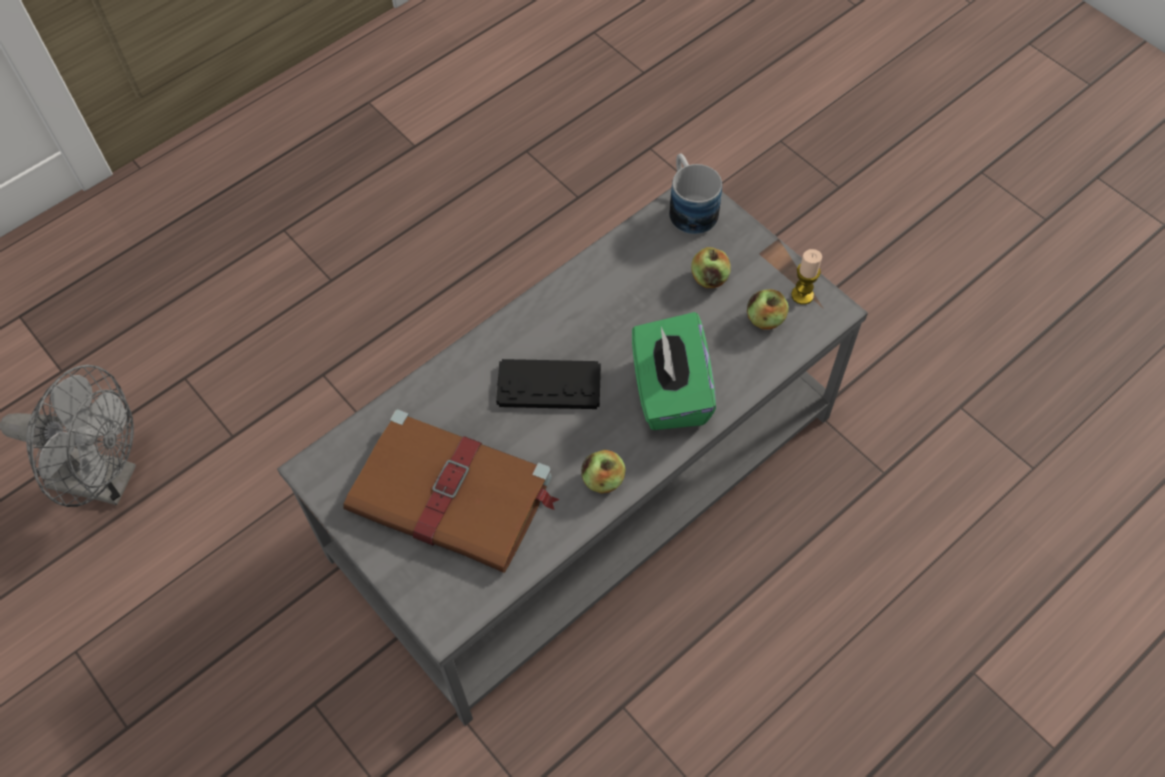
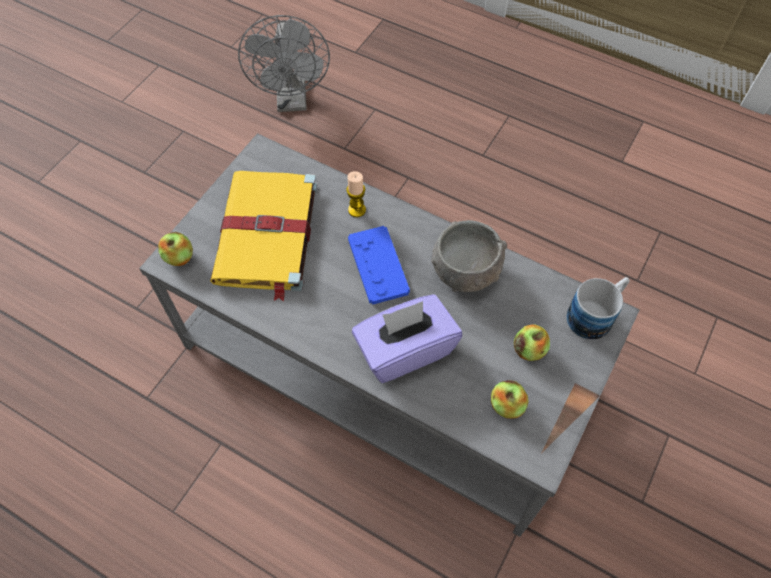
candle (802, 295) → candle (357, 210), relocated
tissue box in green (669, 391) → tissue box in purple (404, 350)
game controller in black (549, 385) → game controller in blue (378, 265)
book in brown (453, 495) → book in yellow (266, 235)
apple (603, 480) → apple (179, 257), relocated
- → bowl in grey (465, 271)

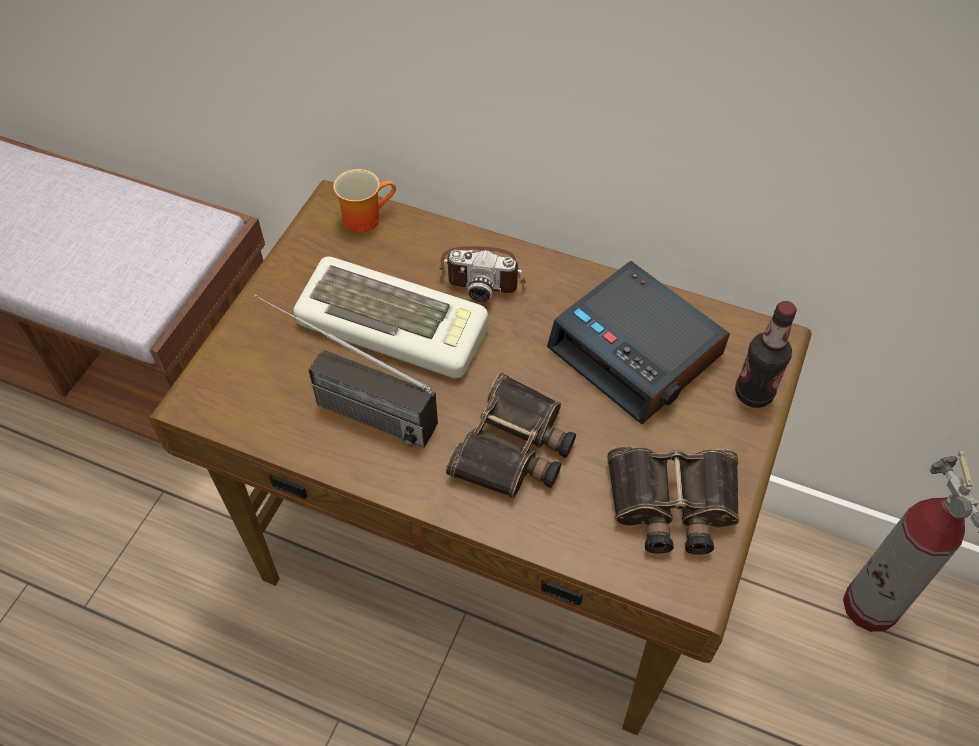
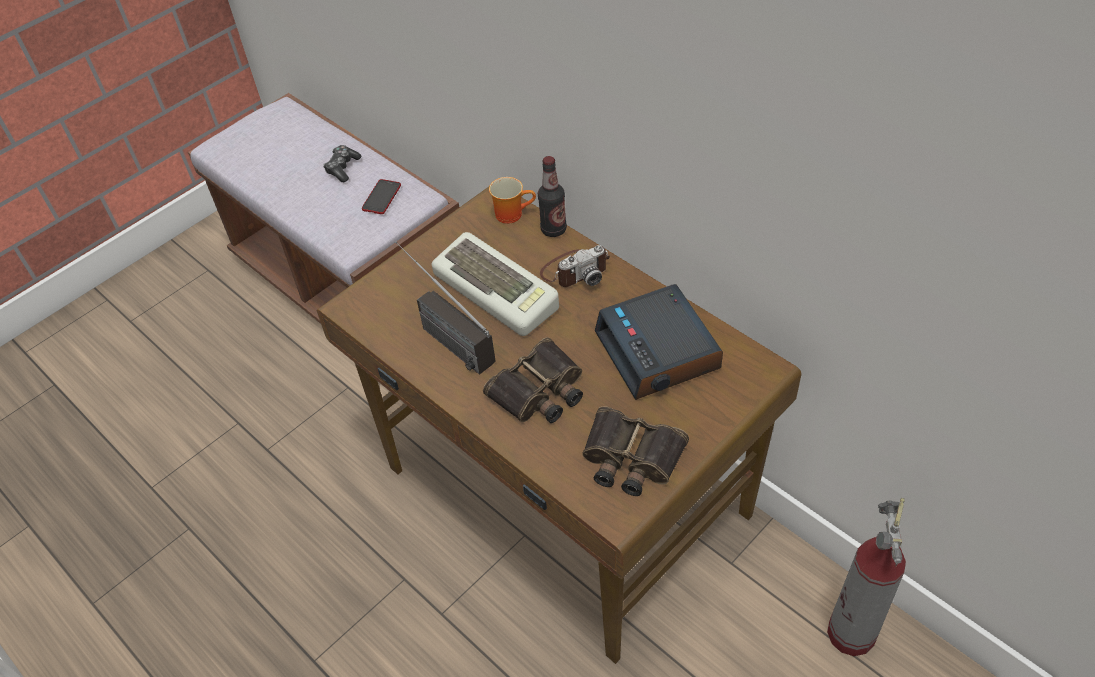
photo camera (483, 273) → photo camera (575, 270), 60 degrees counterclockwise
bottle (753, 393) → bottle (553, 229), relocated
- → game controller (343, 168)
- → phone (381, 197)

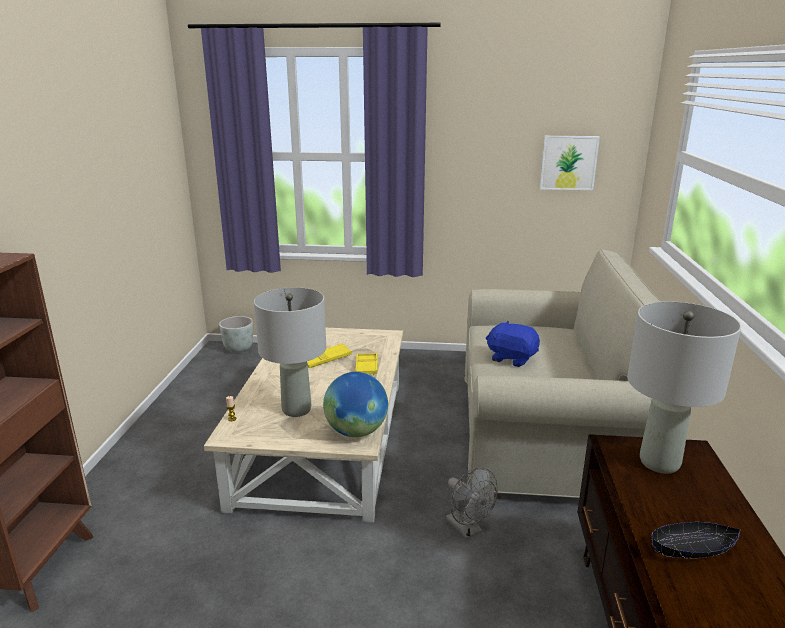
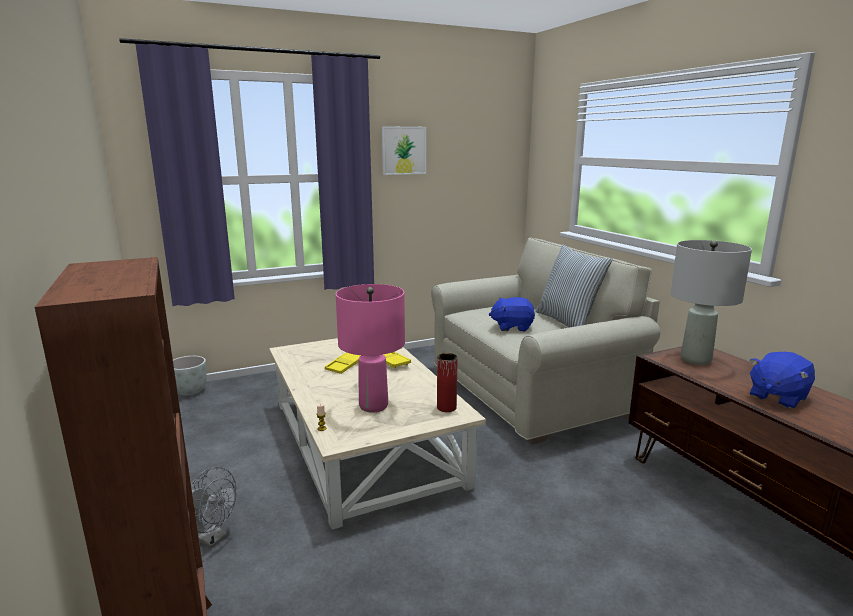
picture (568, 163) → picture (404, 150), relocated
table lamp in grey (297, 409) → table lamp in pink (373, 405)
globe (356, 432) → vase in red (446, 407)
fan in grey (468, 529) → fan in grey (212, 537), relocated
bowl in black (693, 549) → plush toy in blue (777, 397)
- → pillow (568, 322)

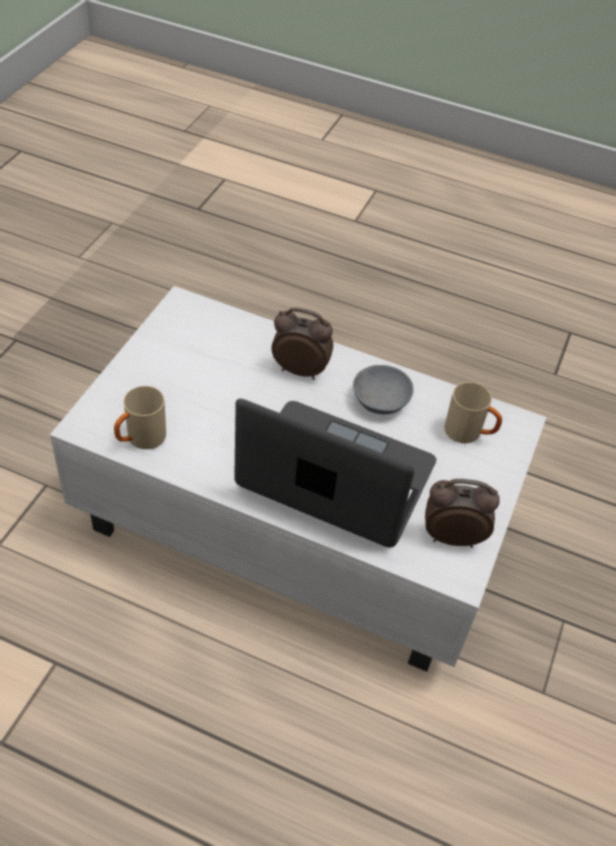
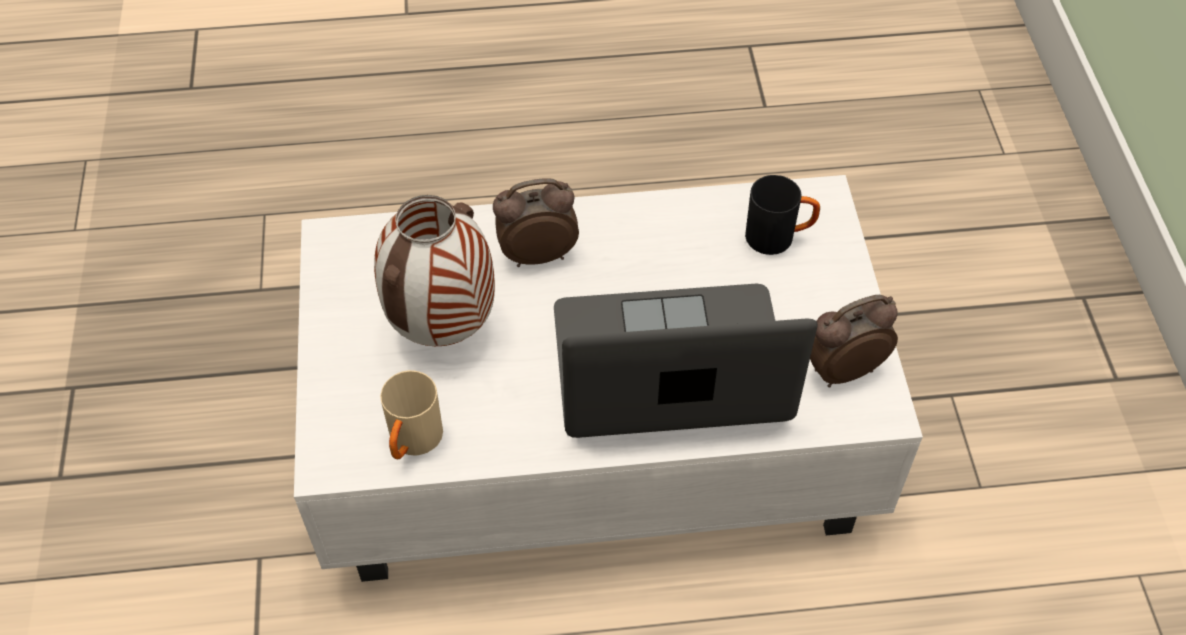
bowl in grey (382, 401) → -
mug in beige (469, 433) → mug in black (779, 237)
- → vase (443, 331)

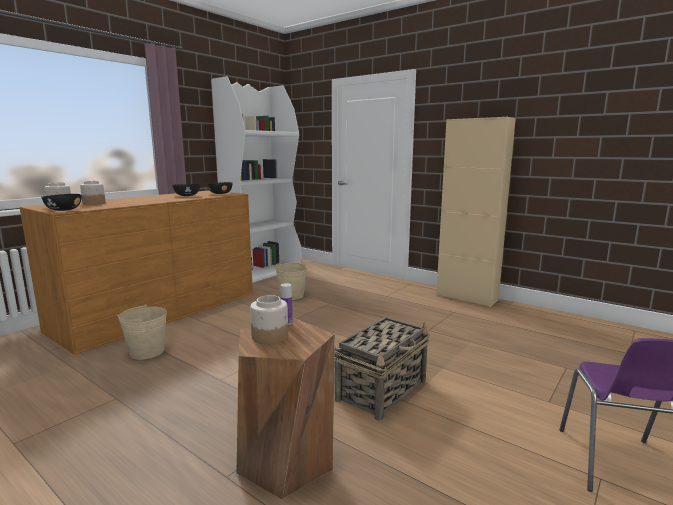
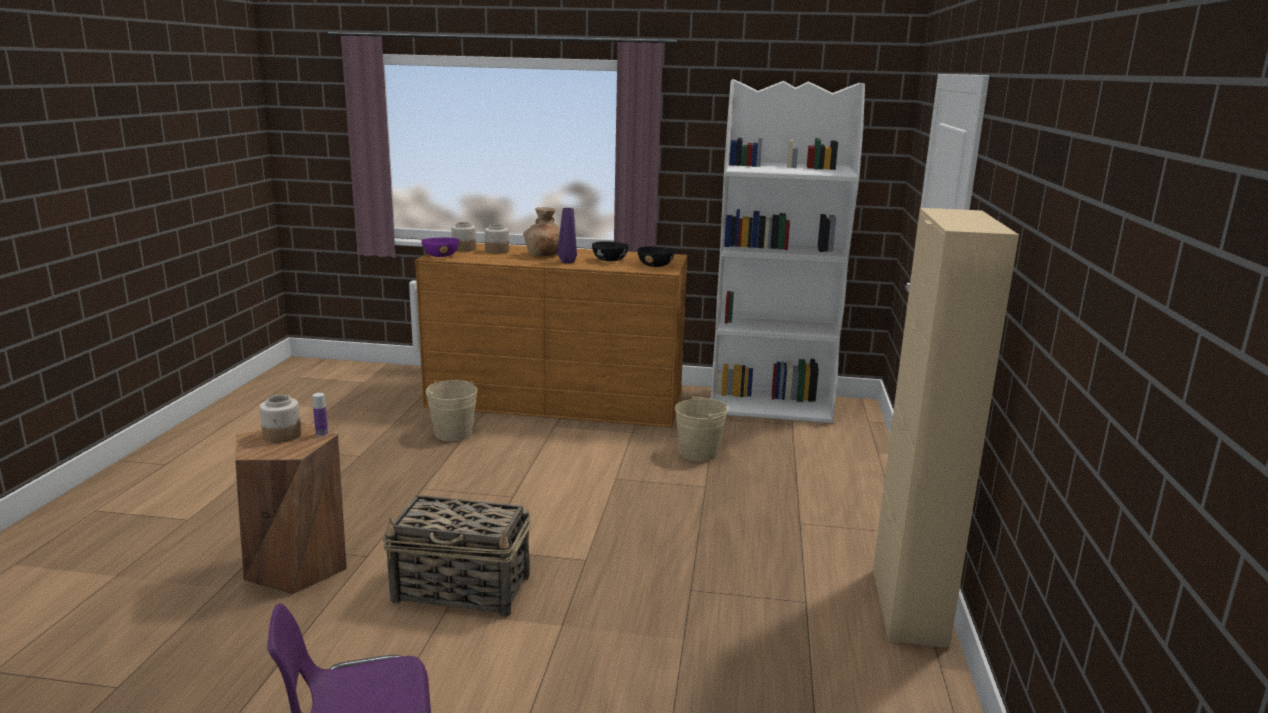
bowl in black (64, 210) → bowl in purple (441, 256)
- → vase in brown (544, 255)
- → vase in purple (567, 262)

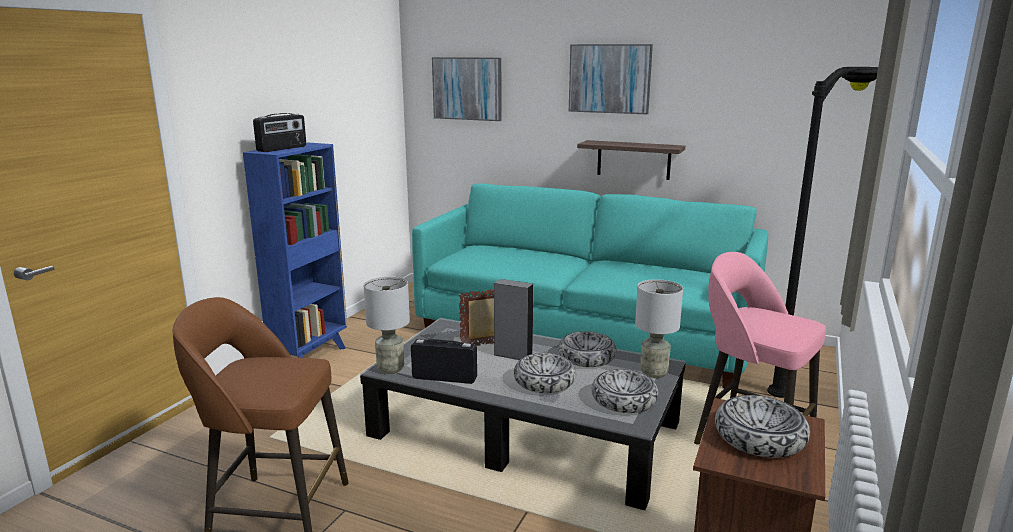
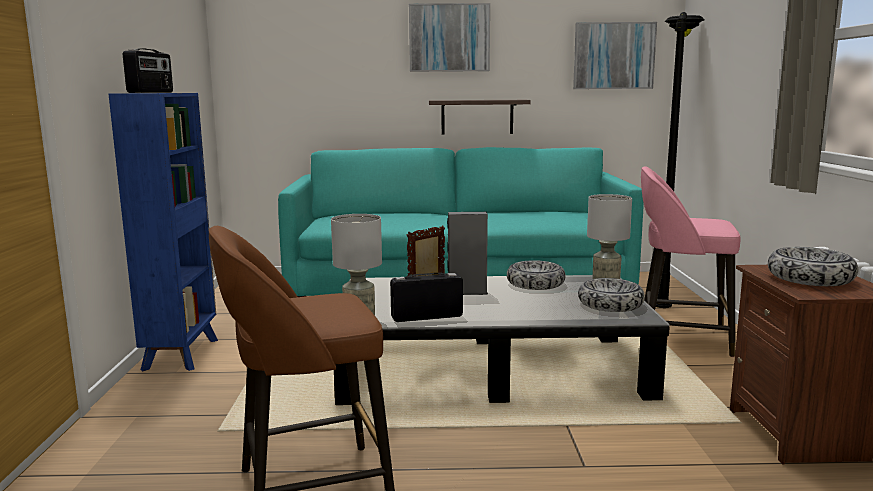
picture (467, 88) → picture (613, 56), relocated
bowl (544, 381) → -

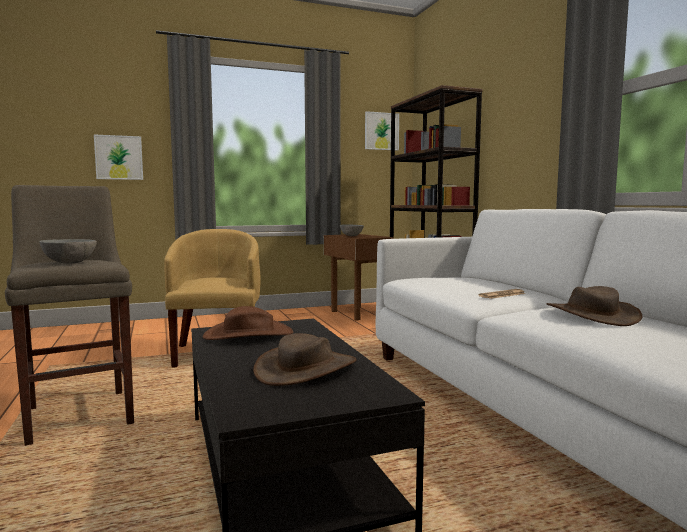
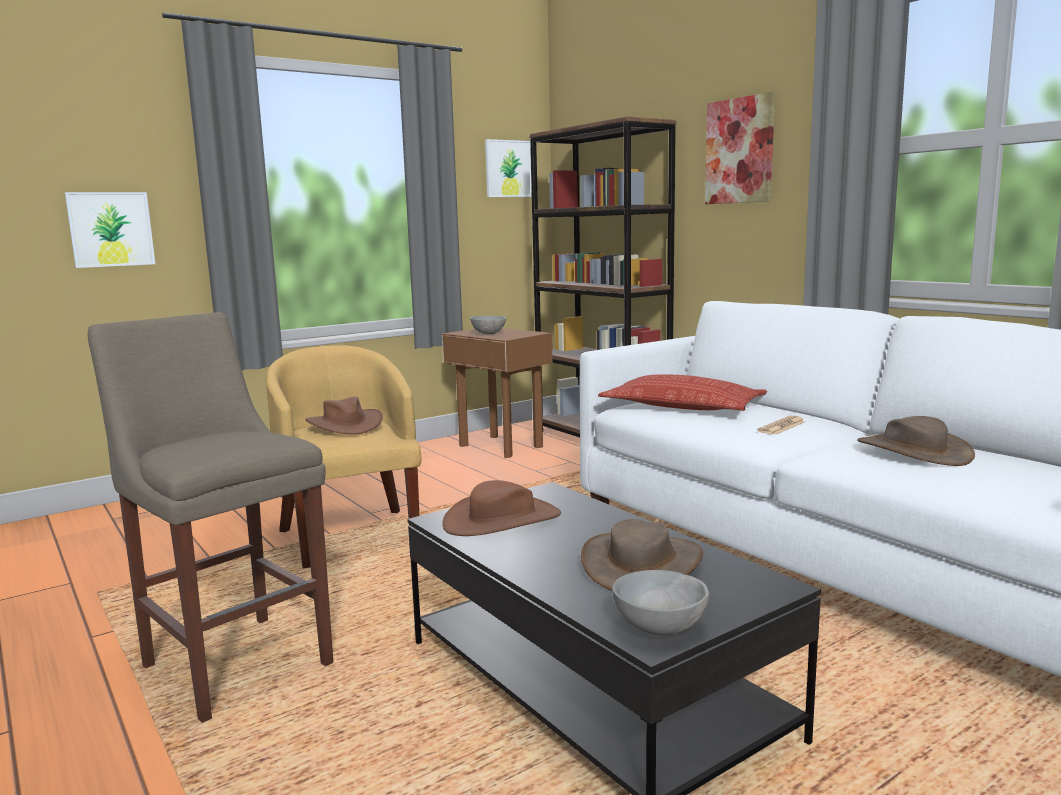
bowl in grey (70, 263) → bowl in grey (658, 627), relocated
- → picture (740, 151)
- → pillow (682, 406)
- → hat in brown (344, 425)

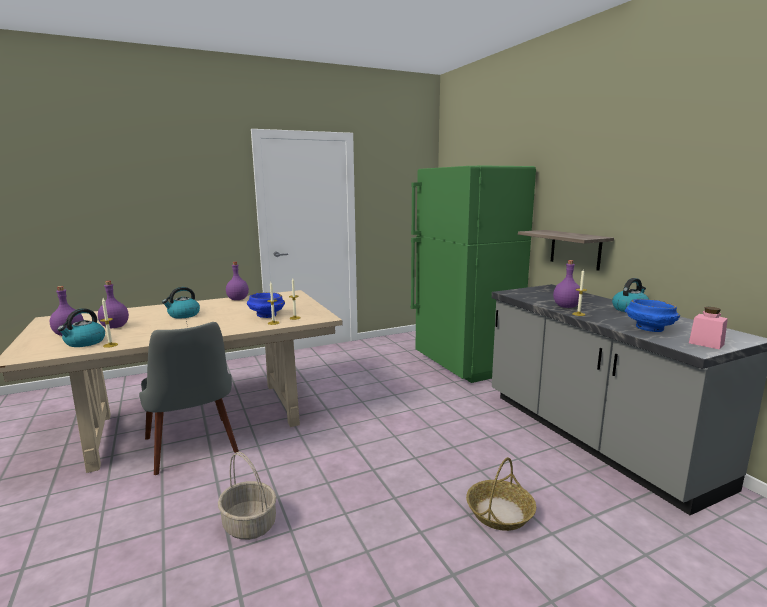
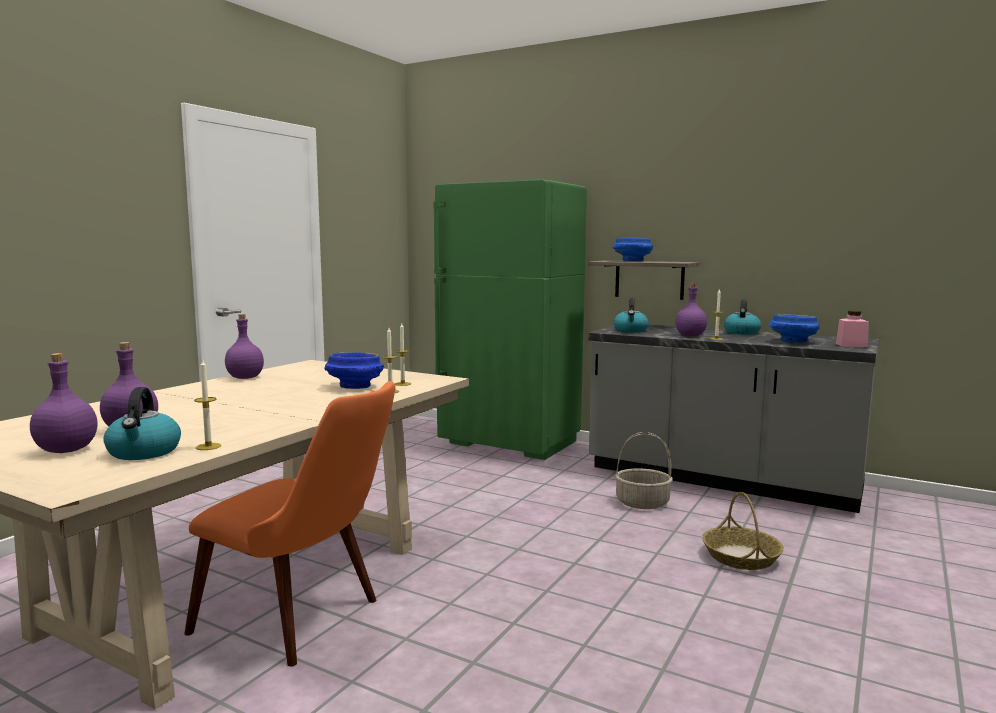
kettle (183, 315) → kettle (630, 330), relocated
chair in grey (194, 450) → chair in orange (305, 620)
basket (250, 525) → basket (643, 502), relocated
- → bowl in blue (632, 261)

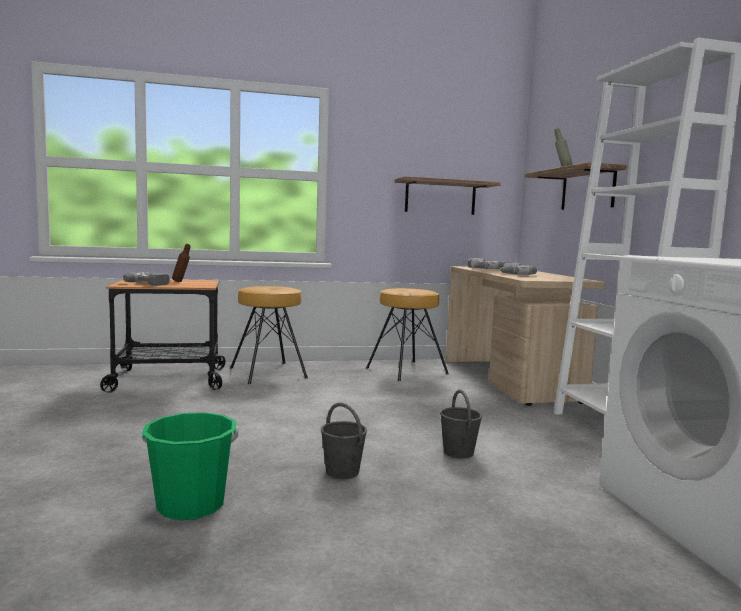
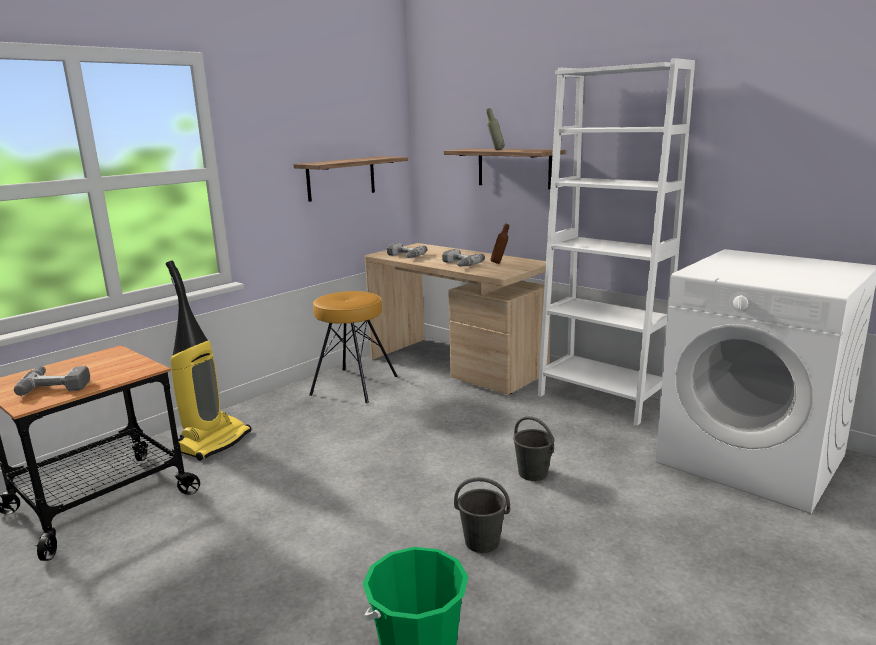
bottle in brown (181, 282) → bottle in brown (499, 263), relocated
stool in brown (268, 372) → vacuum cleaner (214, 441)

